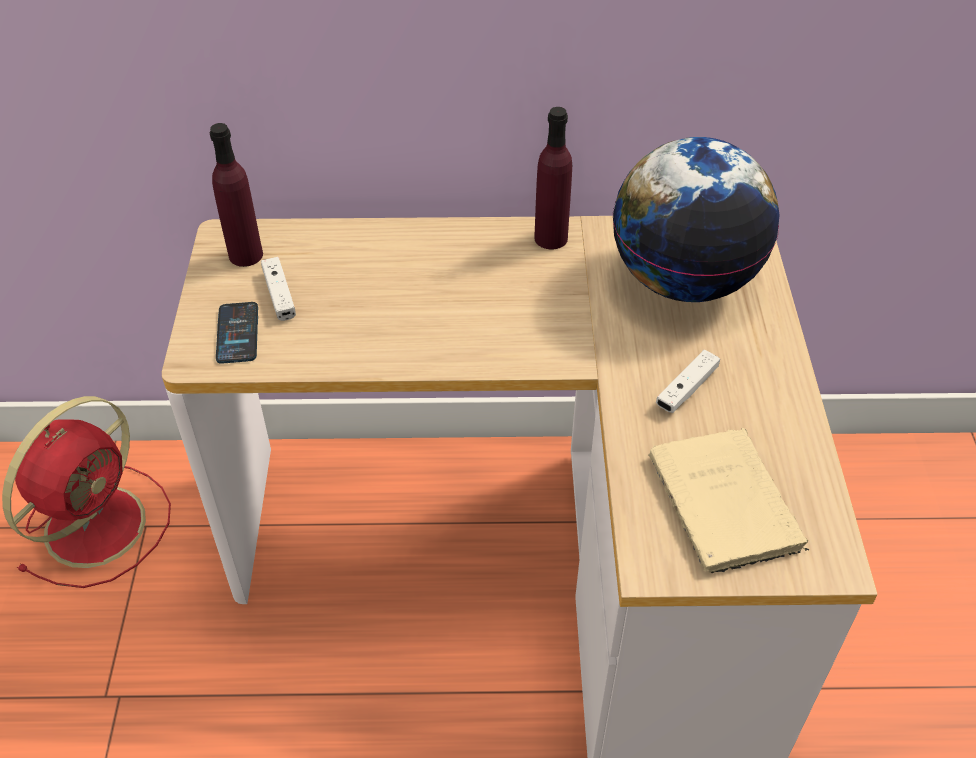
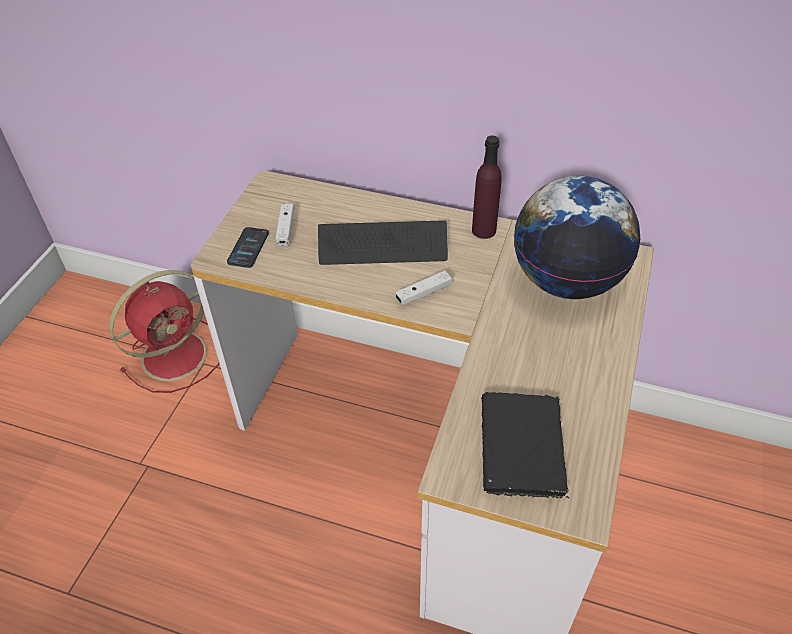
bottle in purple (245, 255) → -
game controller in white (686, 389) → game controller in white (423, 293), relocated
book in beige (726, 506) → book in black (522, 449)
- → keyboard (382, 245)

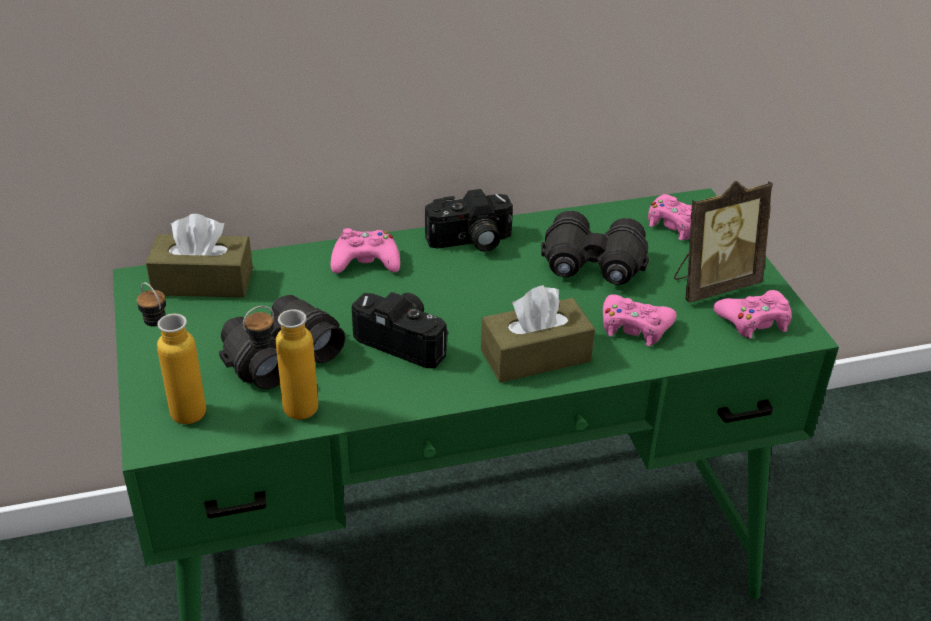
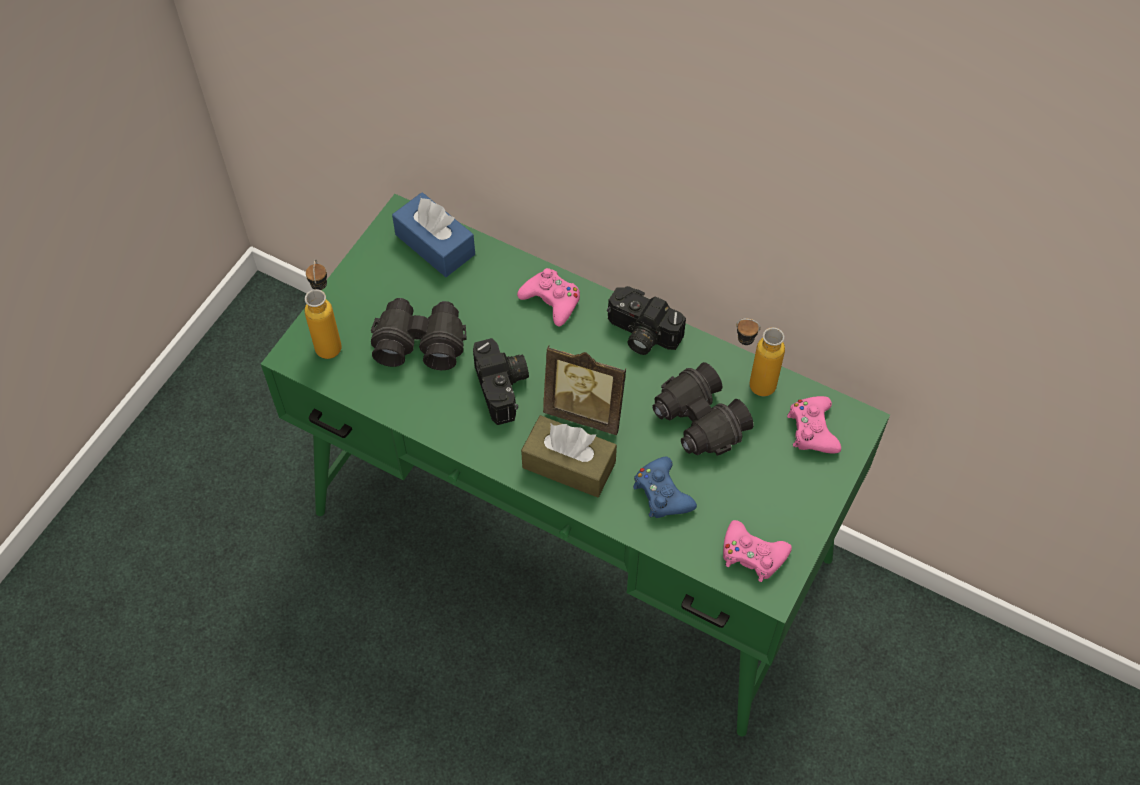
picture frame (713, 284) → picture frame (586, 410), relocated
tissue box in brown (203, 282) → tissue box in blue (435, 244)
game controller in pink (634, 327) → game controller in blue (662, 494)
bottle (287, 414) → bottle (751, 384), relocated

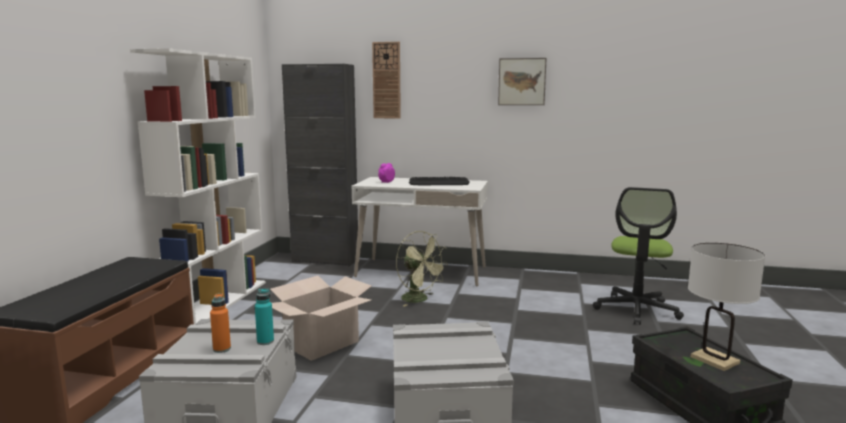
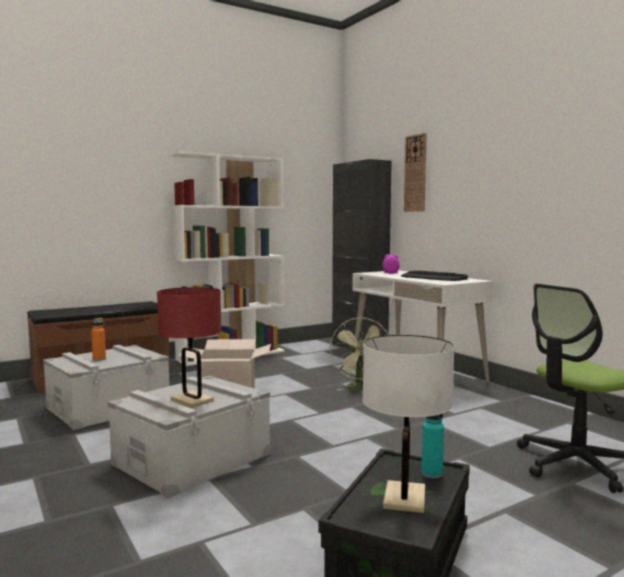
picture (522, 81) → -
bottle in turquoise (265, 341) → bottle in turquoise (432, 473), relocated
- → table lamp in red (192, 400)

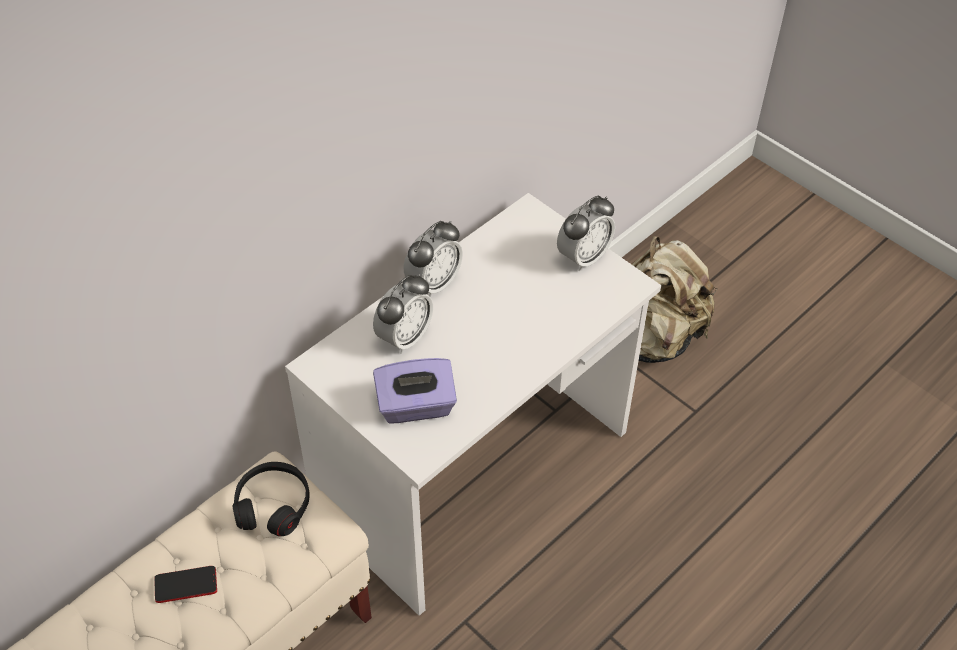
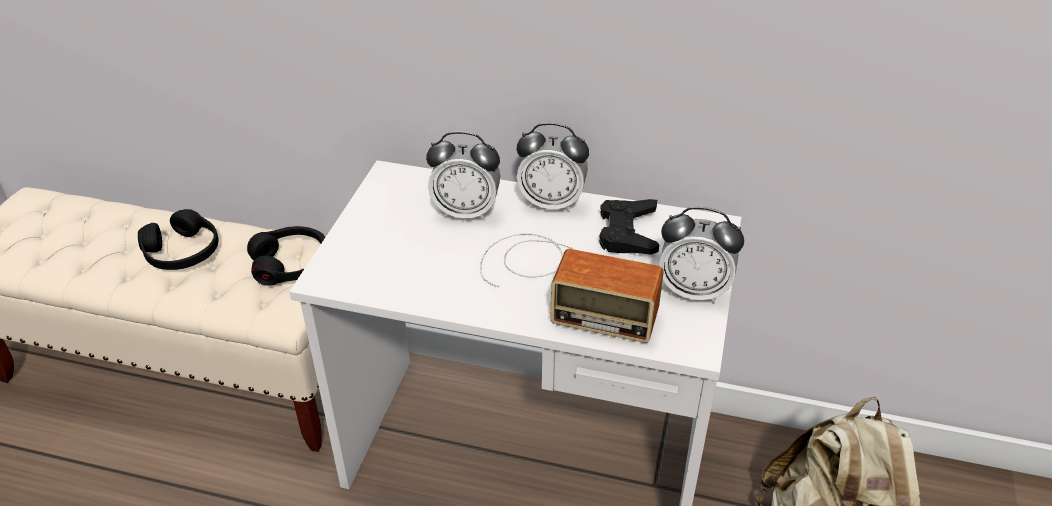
tissue box in purple (416, 406) → -
phone (186, 585) → headphones in black (182, 252)
- → game controller in black (628, 232)
- → radio (563, 284)

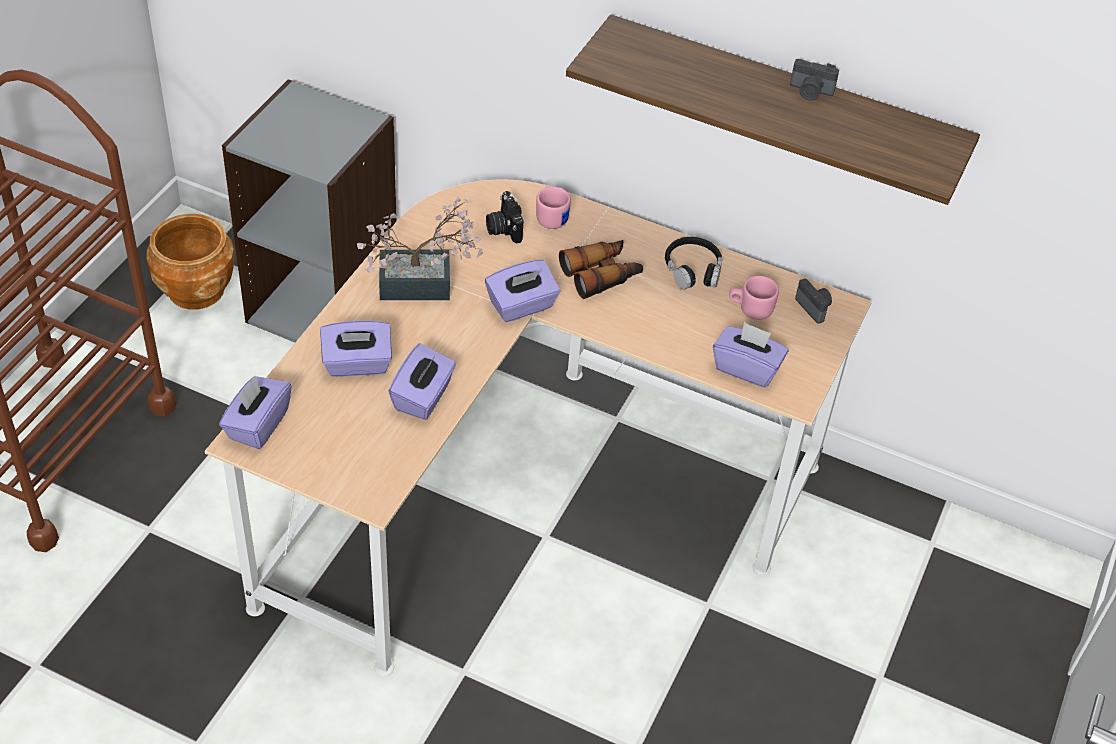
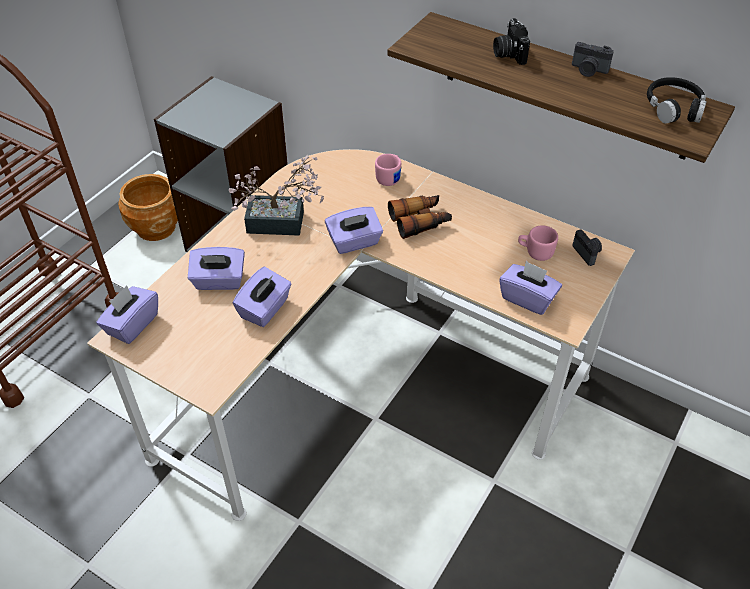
photo camera (503, 228) → photo camera (508, 53), relocated
headphones in black (693, 270) → headphones in black (674, 108), relocated

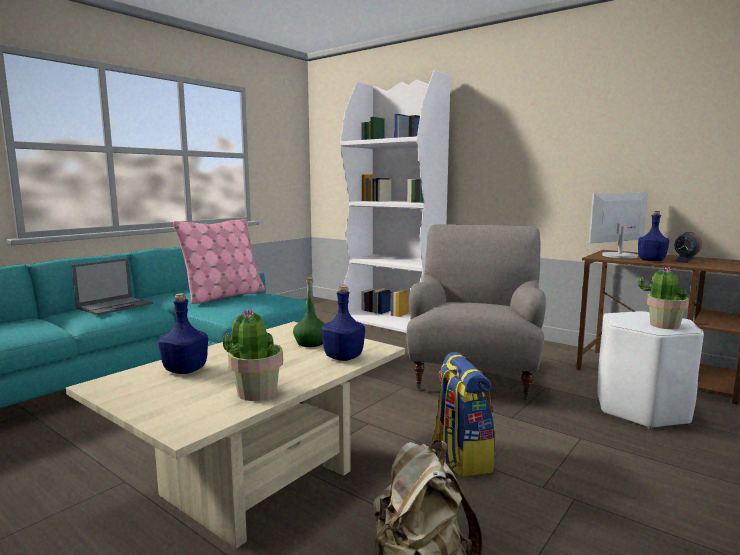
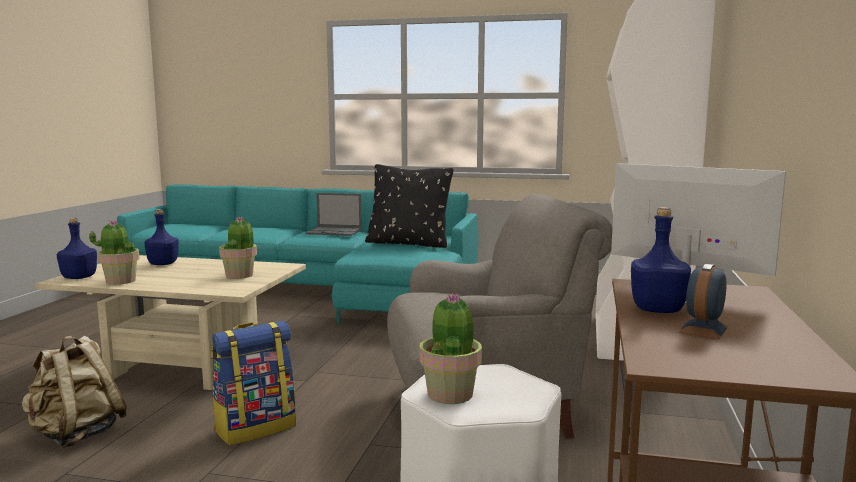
pillow in pink (224, 296) → pillow in black (408, 243)
bottle in green (311, 343) → potted plant (240, 275)
bottle in blue (343, 357) → bottle in blue (78, 277), relocated

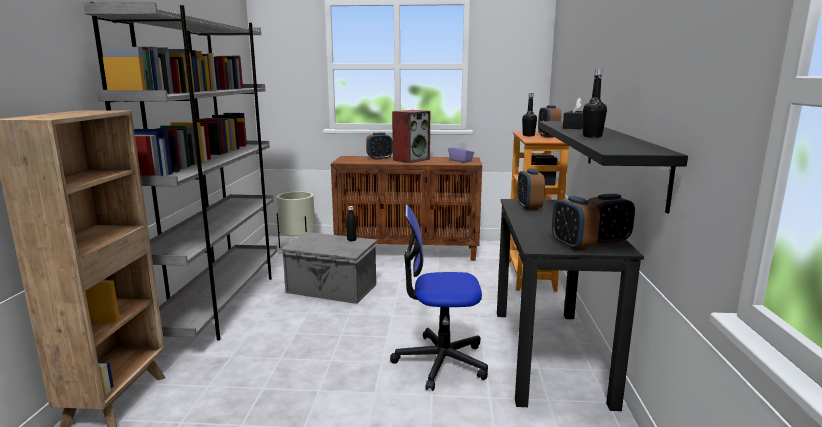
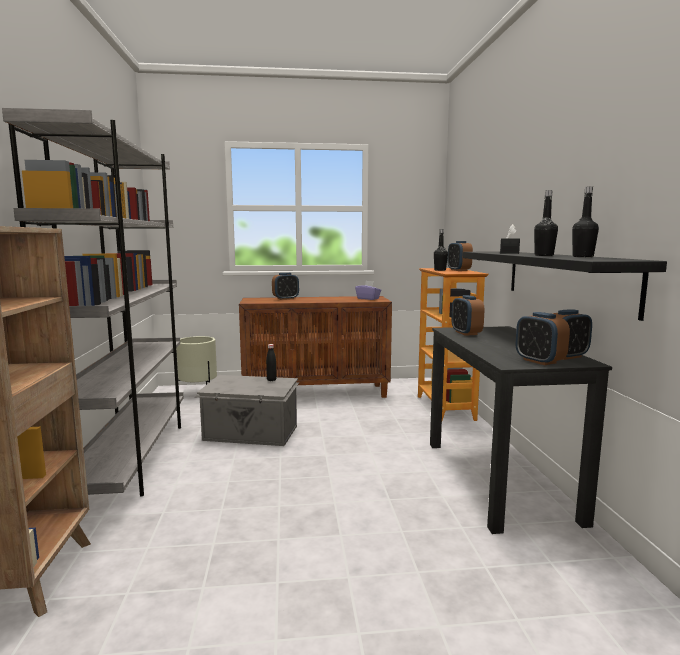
speaker (411, 159) → -
office chair (440, 361) → -
- → bottle in black (582, 257)

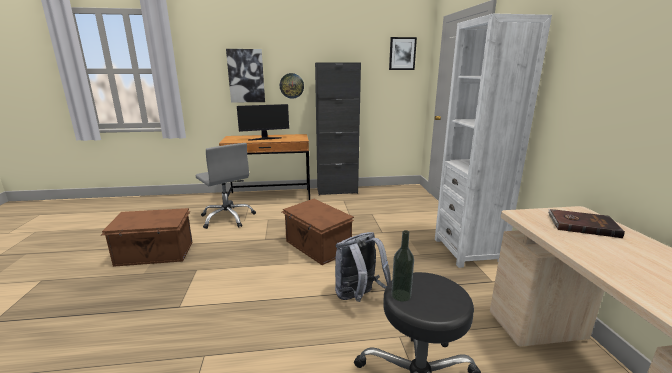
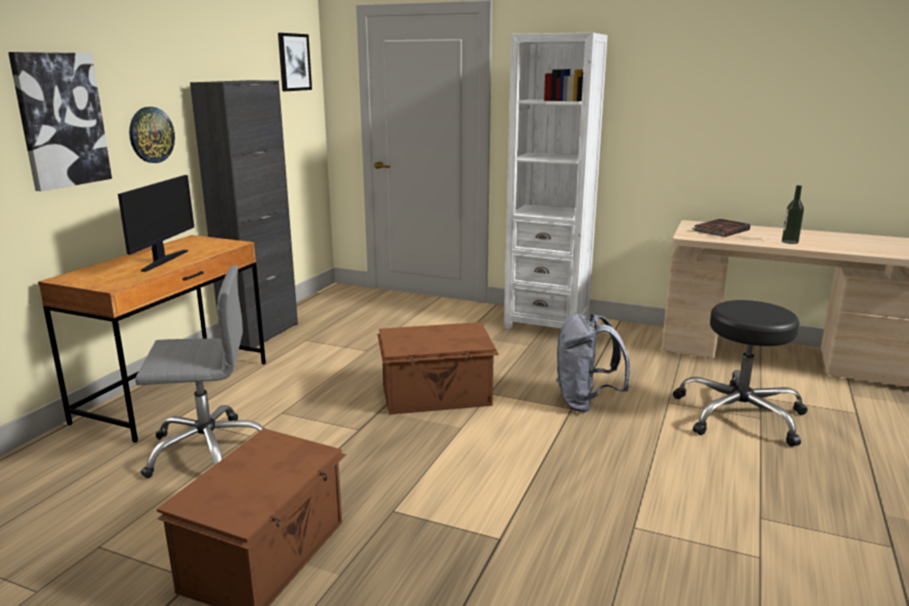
bottle (401, 295) → bottle (789, 242), relocated

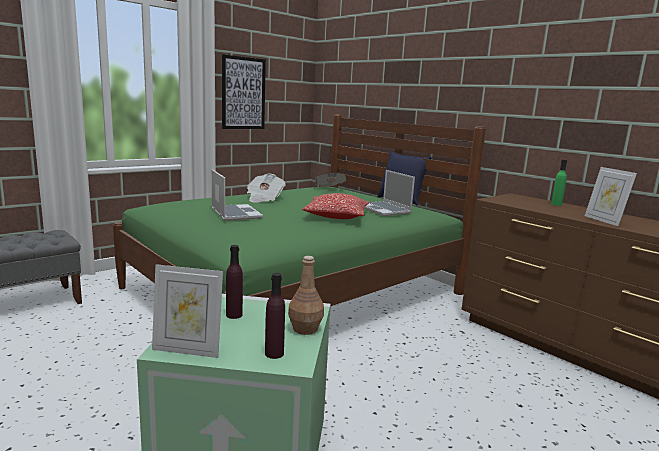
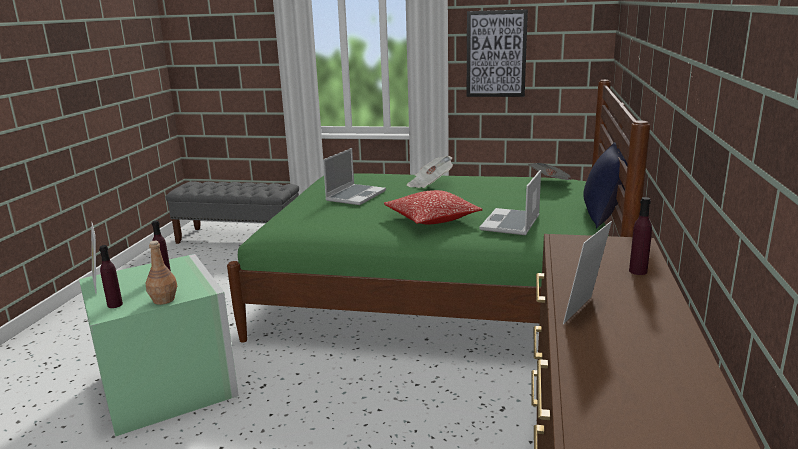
bottle in green (556, 204) → bottle in purple (638, 271)

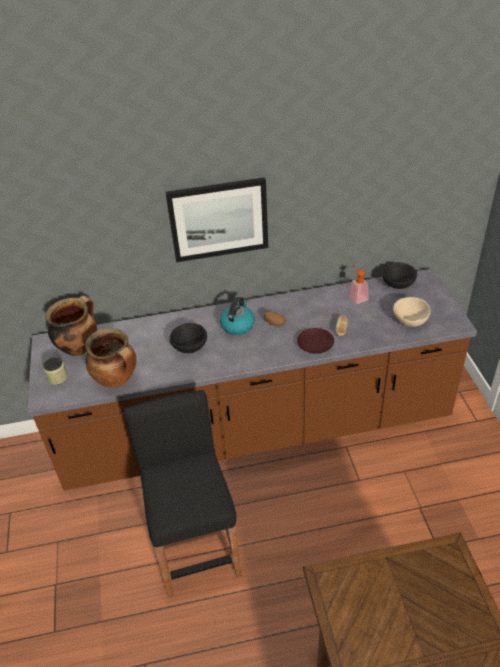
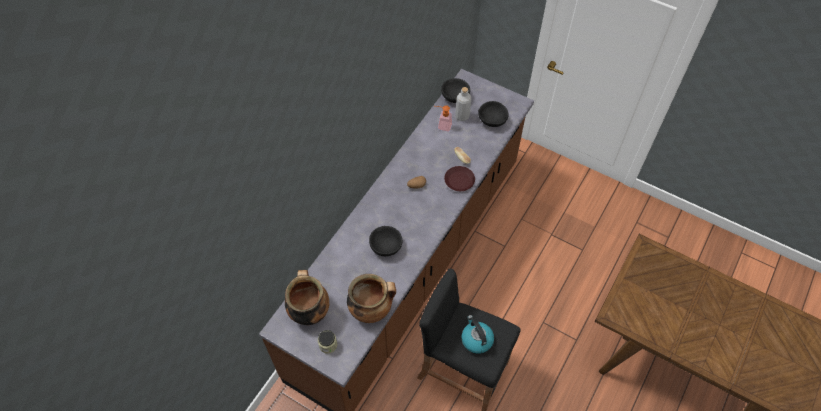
picture (218, 219) → -
kettle (237, 325) → kettle (476, 339), relocated
bowl in beige (409, 320) → bowl in black (492, 120)
- → bottle in grey (462, 116)

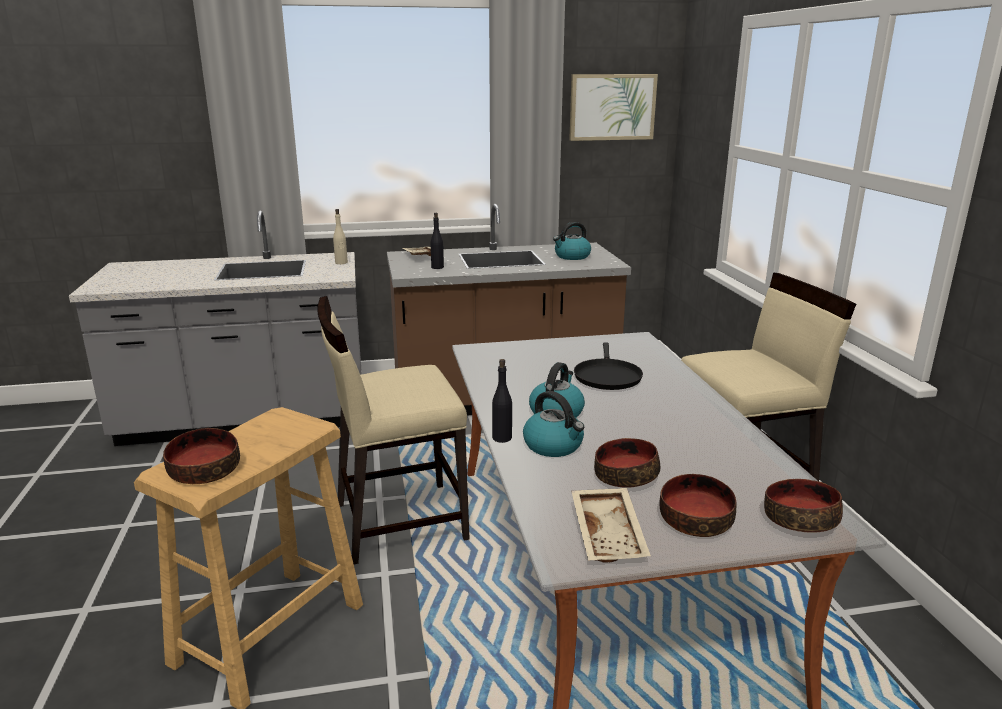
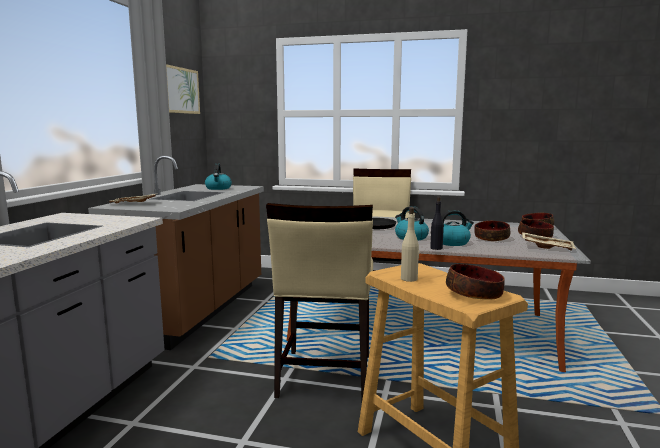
bottle in beige (341, 263) → bottle in beige (409, 279), relocated
bottle in black (437, 267) → -

